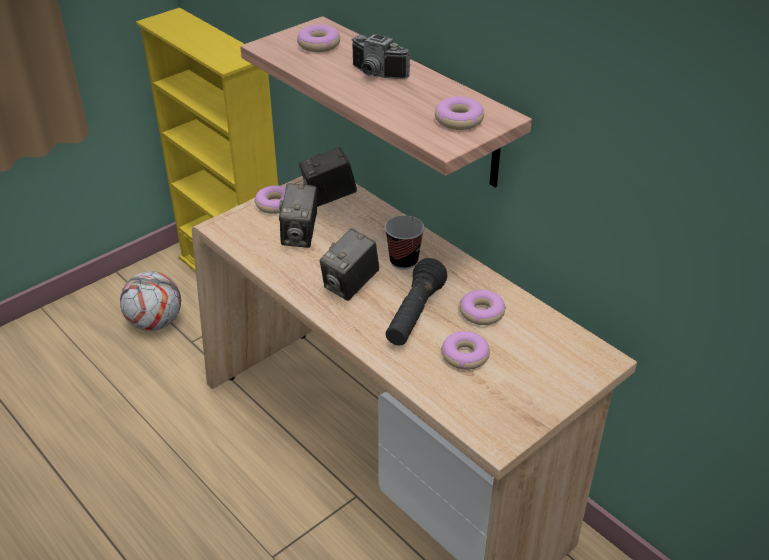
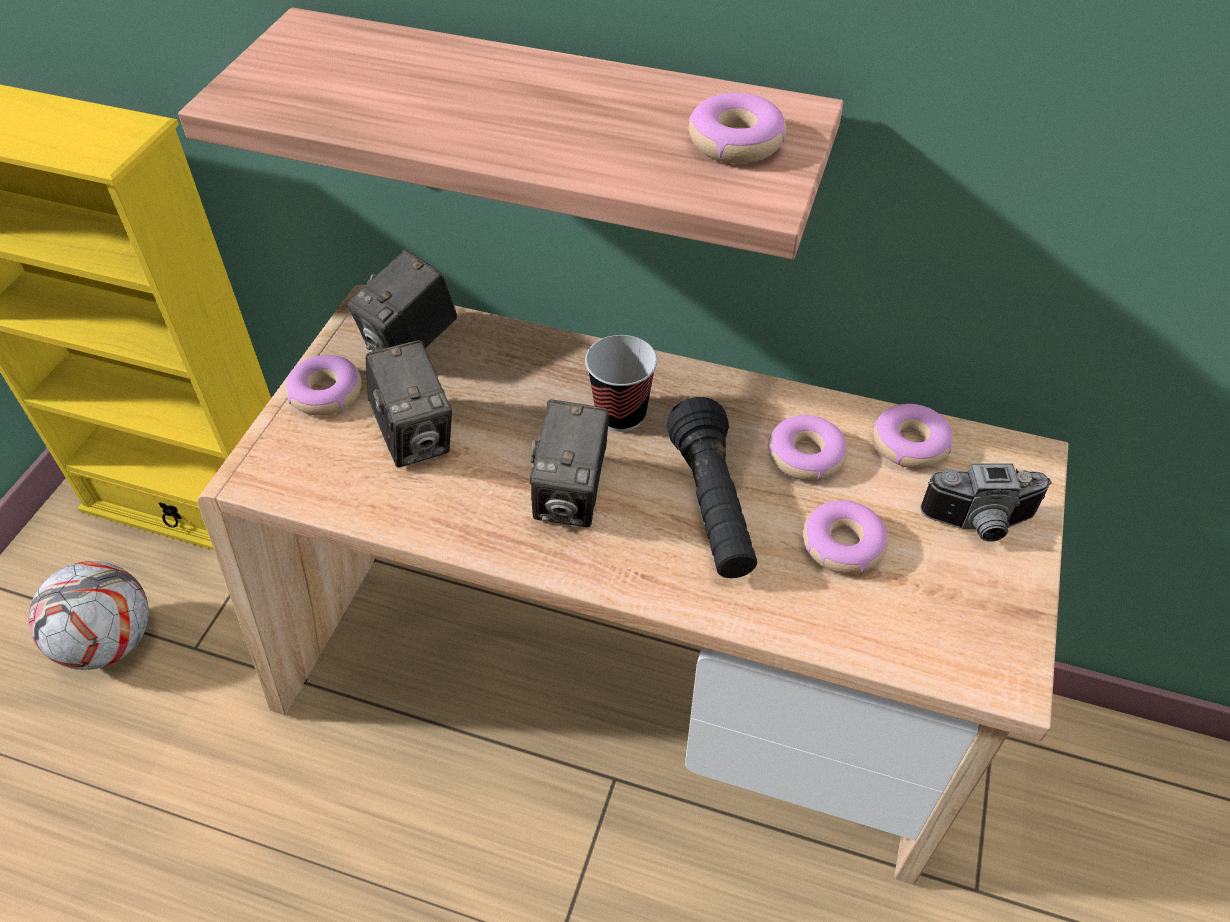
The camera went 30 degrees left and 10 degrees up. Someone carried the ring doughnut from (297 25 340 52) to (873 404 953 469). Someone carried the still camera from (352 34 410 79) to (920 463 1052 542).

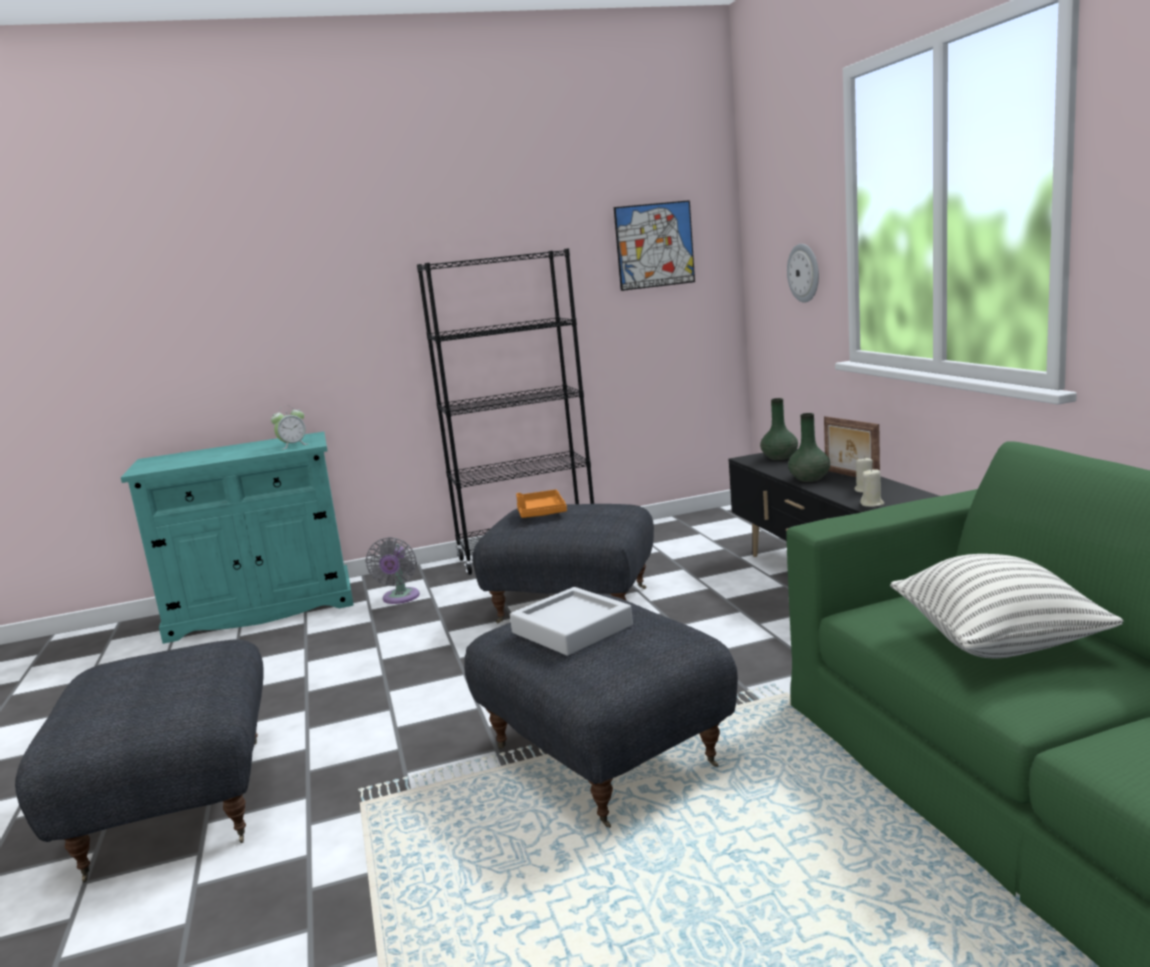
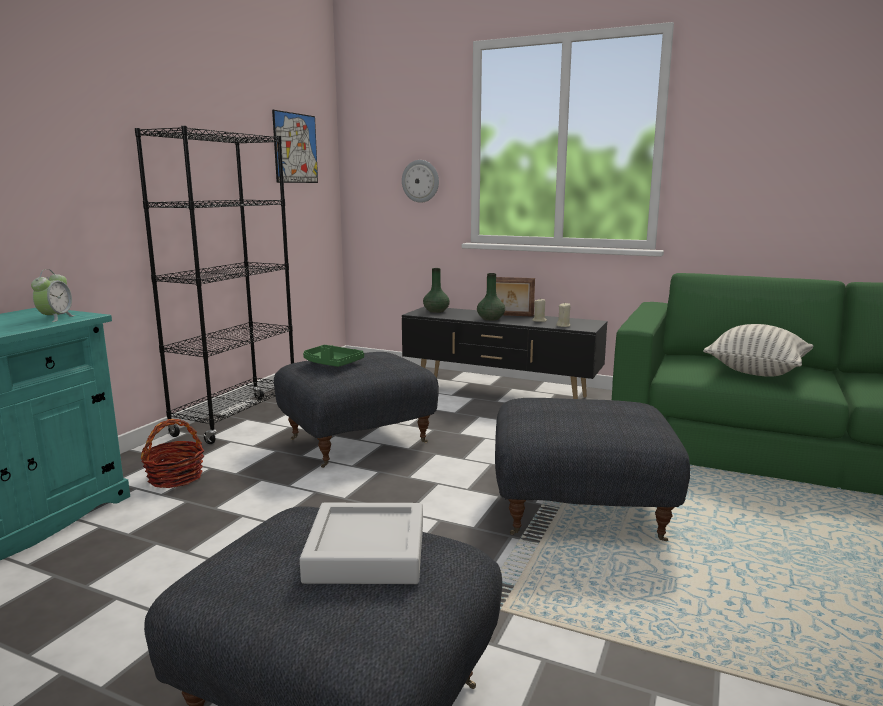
The camera went 50 degrees left and 0 degrees up. Someone swapped the electric fan in gray at (366 537 420 604) for the storage basket at (141 419 204 488). Someone carried the serving tray in gray from (510 587 633 656) to (300 503 423 584). Someone repainted the serving tray in orange at (516 490 567 518), which became the serving tray in green-coloured at (303 345 364 367).

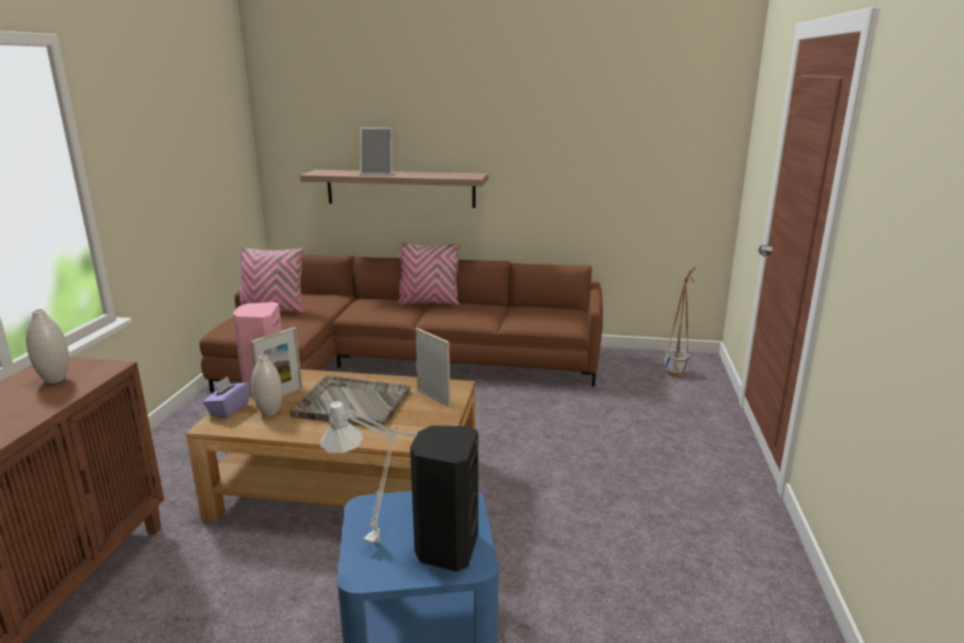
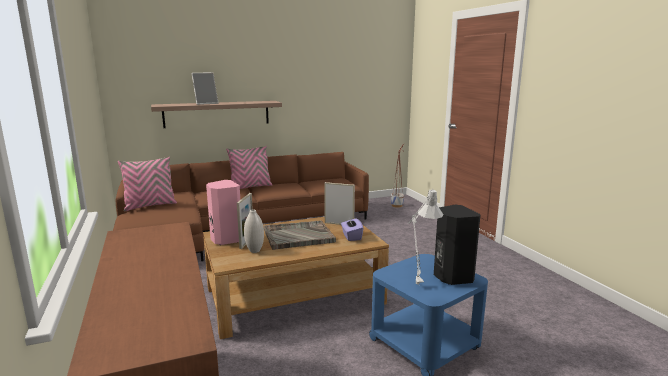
The camera went 30 degrees left and 5 degrees down. Someone took away the flower vase in whitish at (26 309 69 383). Someone carried the box of tissues in purplish from (203 376 250 418) to (341 218 364 241).

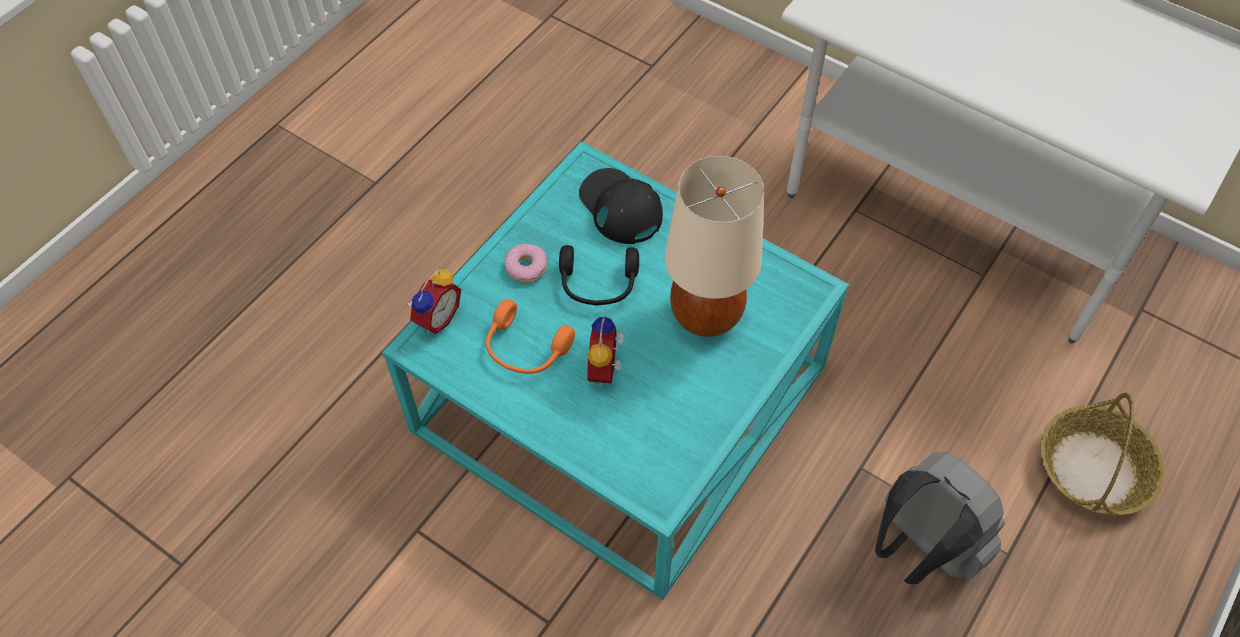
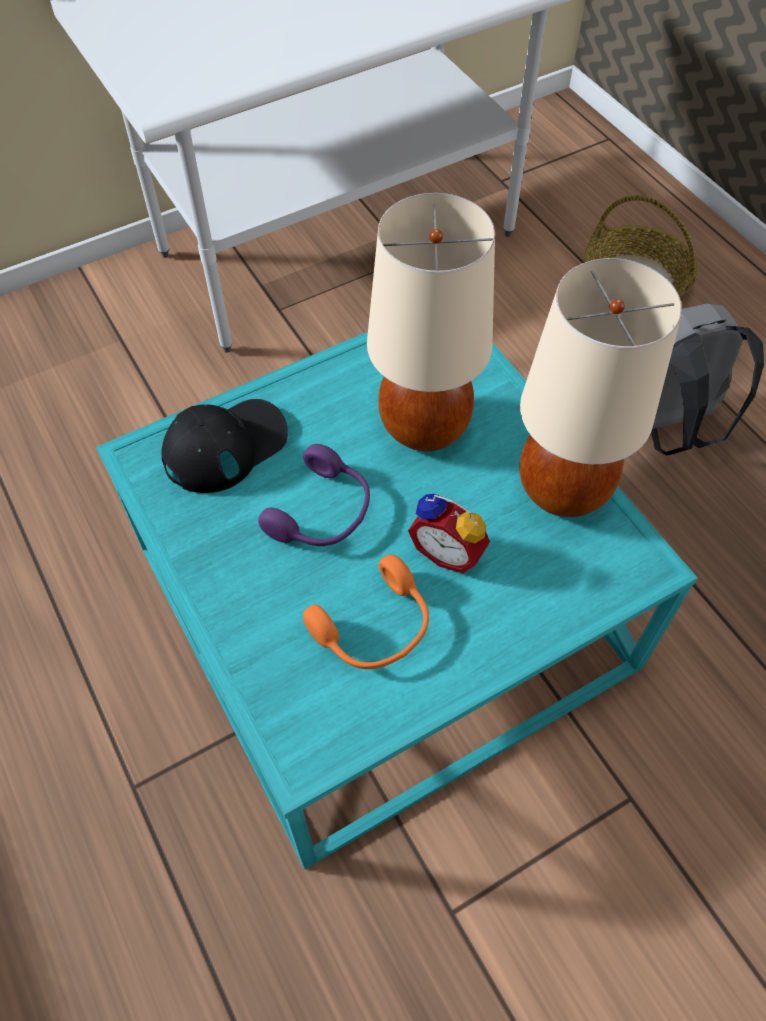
The camera went 65 degrees left and 0 degrees up. Someone took away the alarm clock at (407 269 461 334). Someone took away the ring doughnut at (504 244 547 283). Someone repainted the pair of headphones in blackish at (559 245 639 306), which became the pair of headphones in purplish at (258 444 370 546). Someone rotated the peaked cap in blackish at (579 168 663 244) by 150 degrees clockwise. Someone put down the table lamp in sand-coloured at (520 258 682 517).

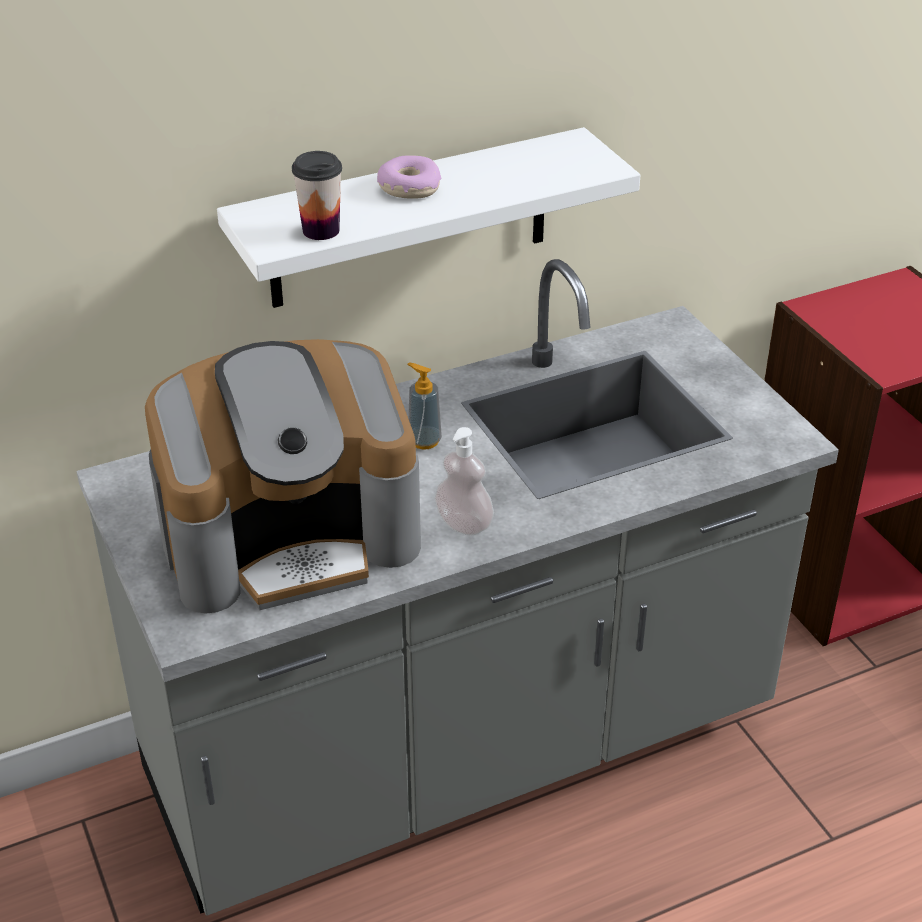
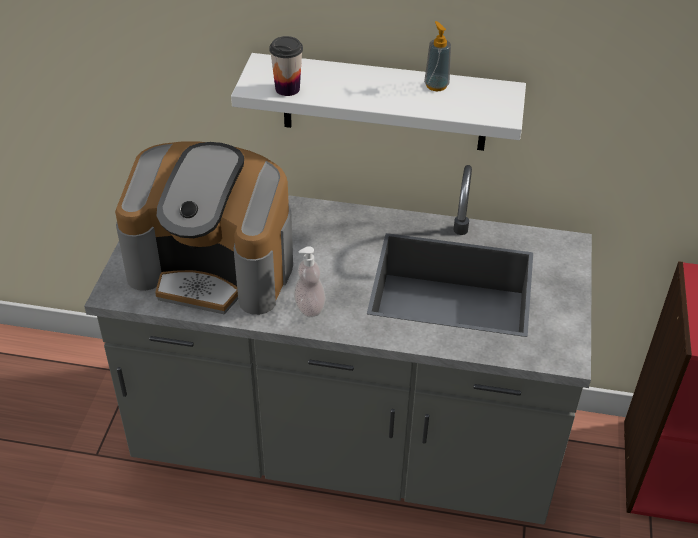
The camera went 35 degrees right and 5 degrees up. Someone took away the ring doughnut at (377 155 441 199). Someone carried the soap bottle from (408 363 442 449) to (424 21 451 91).

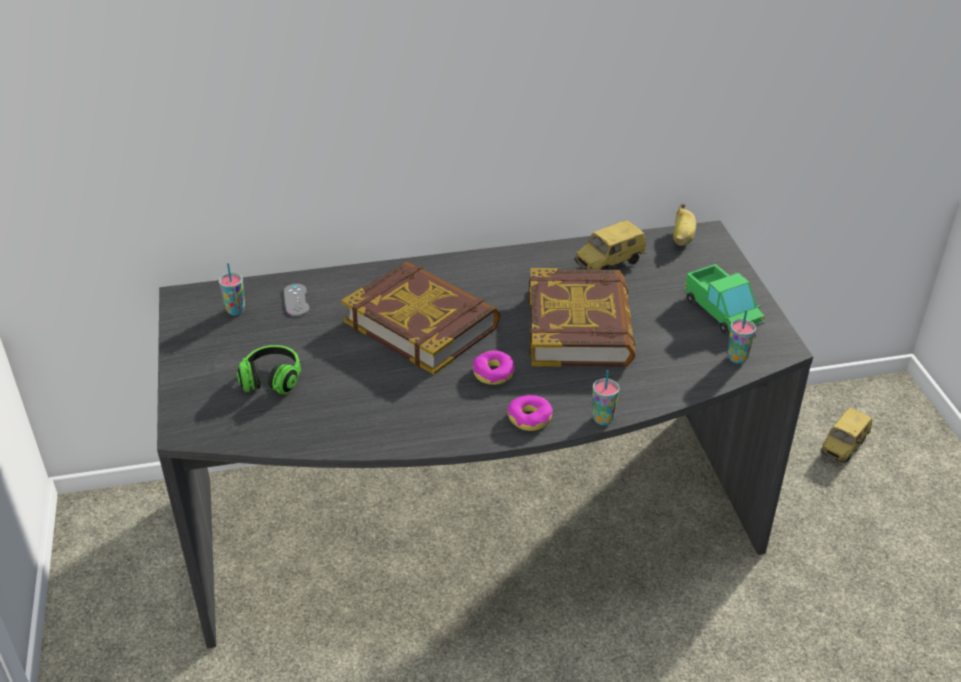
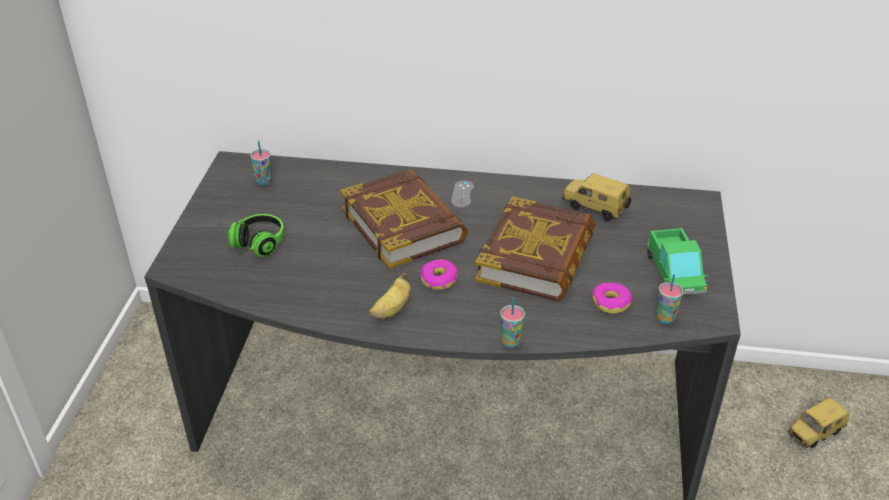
The camera went 20 degrees right and 0 degrees up. Someone carried the game controller in gray from (284 284 309 316) to (451 180 474 208). Someone carried the ring doughnut from (508 395 553 431) to (592 283 632 314). Someone rotated the toy car at (574 220 646 270) by 45 degrees clockwise. Someone carried the banana from (673 204 696 246) to (369 273 411 319).

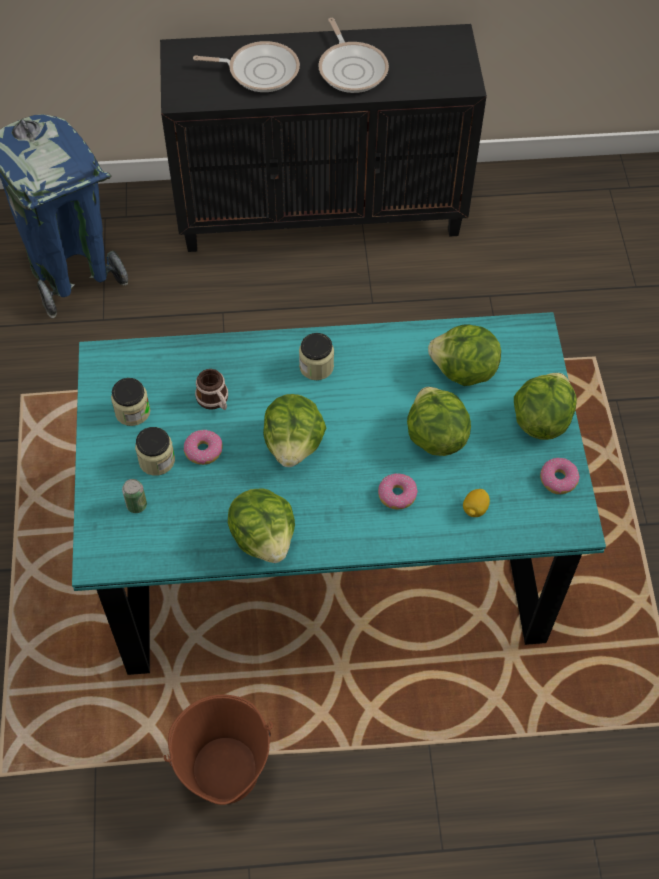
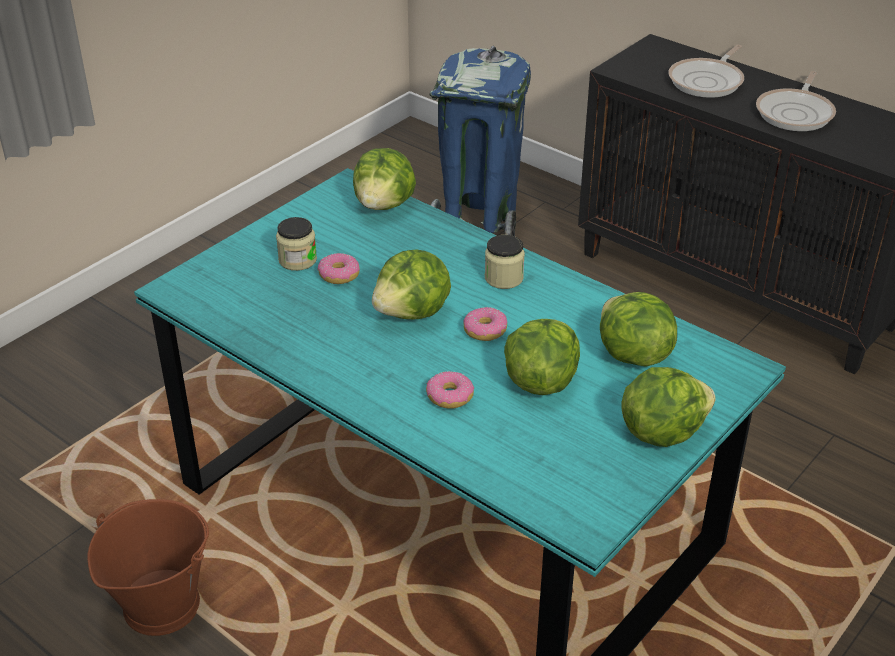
The camera went 45 degrees right and 20 degrees down. Someone took away the jar at (111 378 150 426). Someone took away the can at (122 479 147 513). Someone rotated the pan at (193 41 300 92) by 75 degrees clockwise. Someone took away the coffee mug at (195 369 228 410). Someone carried the head of lettuce from (228 489 295 563) to (353 148 416 210). Someone took away the whole lemon at (463 489 490 517). Someone carried the ring doughnut from (540 458 580 494) to (463 307 507 341).

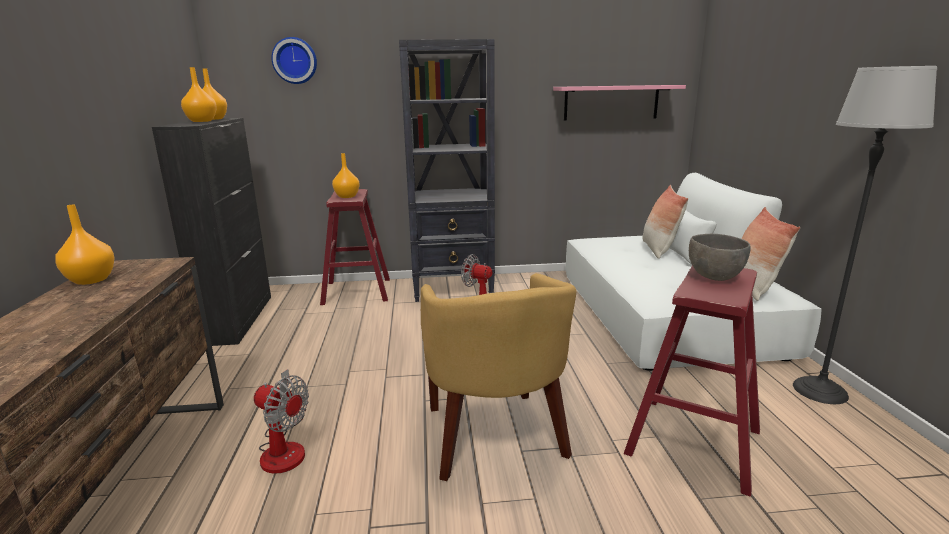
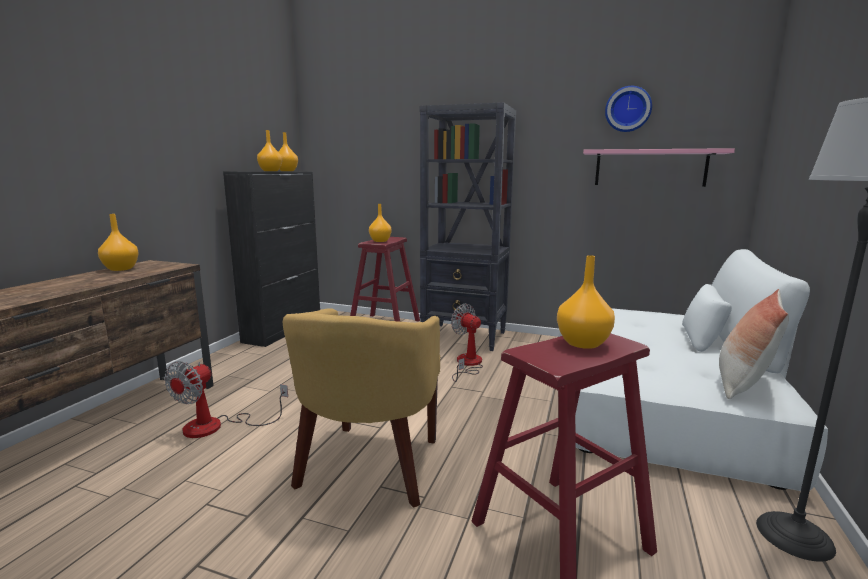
The camera went 25 degrees right and 5 degrees down. Someone rotated the electric fan at (254 369 309 474) by 60 degrees clockwise. Someone carried the wall clock from (272 37 317 84) to (605 86 652 132). Someone took away the pillow at (643 185 688 259). Someone swapped the bowl in gray at (689 234 751 281) for the flower vase in orange at (557 255 615 349).

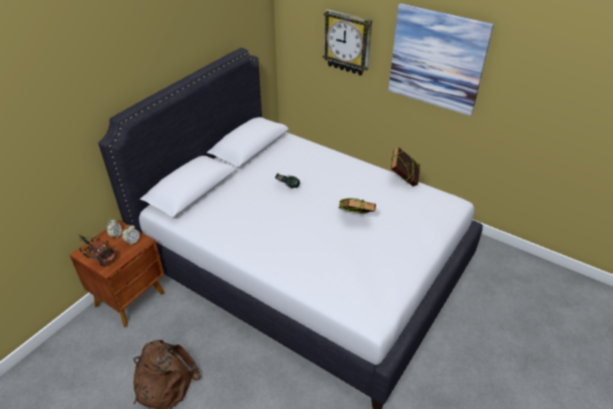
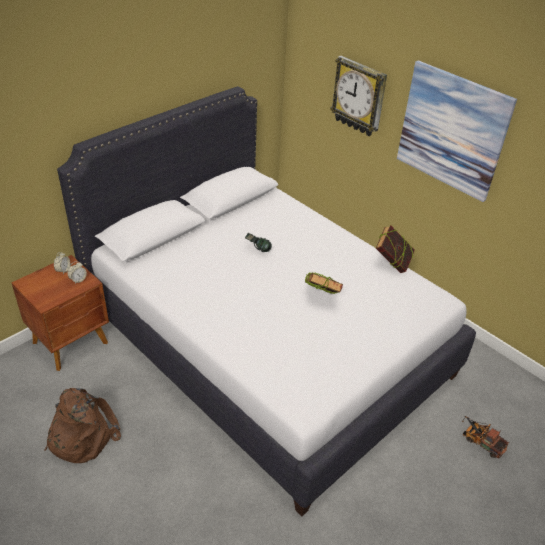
The camera went 10 degrees right and 0 degrees up. Someone carried the toy truck from (79 235 118 267) to (462 416 509 459).

